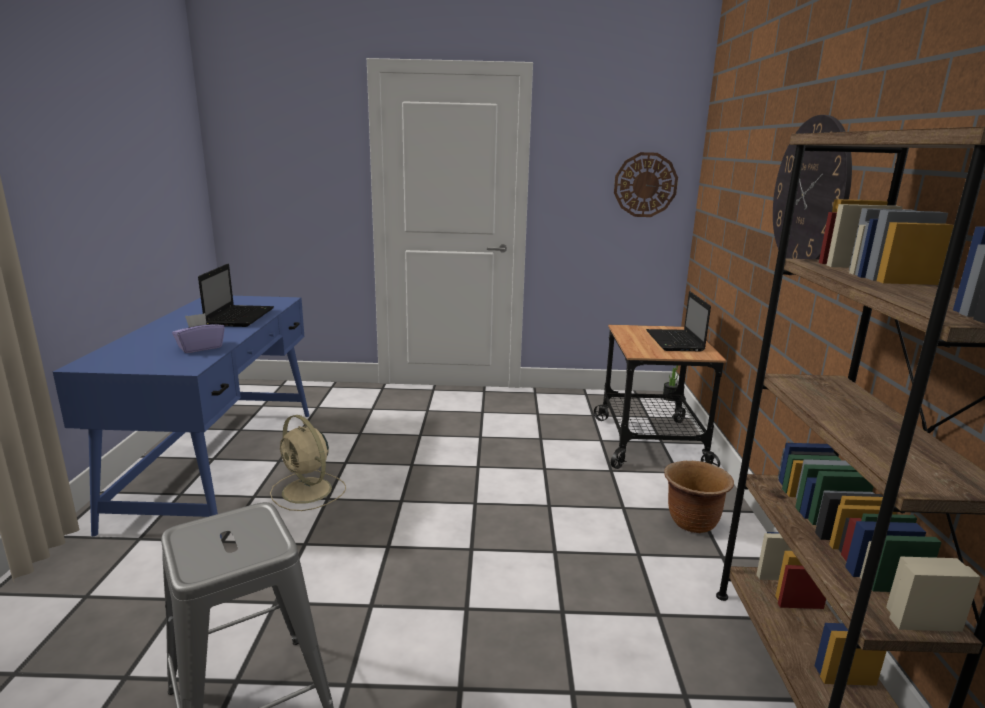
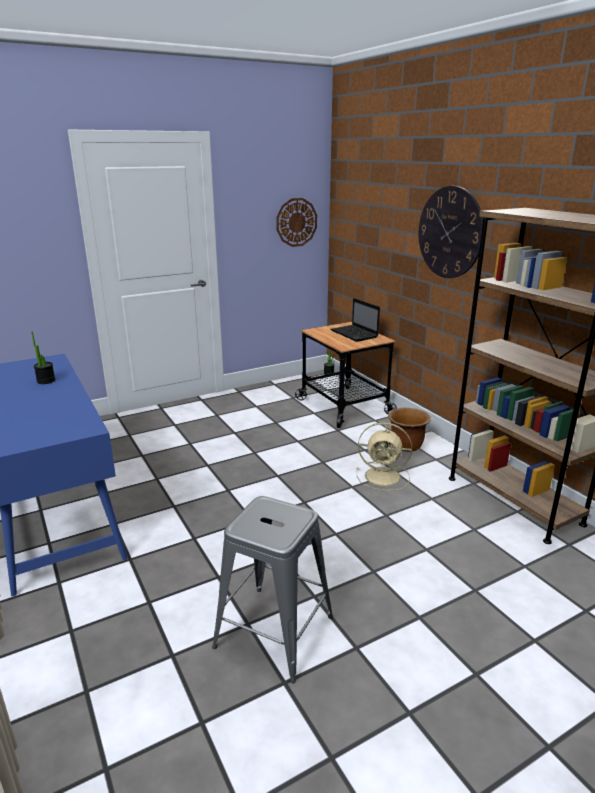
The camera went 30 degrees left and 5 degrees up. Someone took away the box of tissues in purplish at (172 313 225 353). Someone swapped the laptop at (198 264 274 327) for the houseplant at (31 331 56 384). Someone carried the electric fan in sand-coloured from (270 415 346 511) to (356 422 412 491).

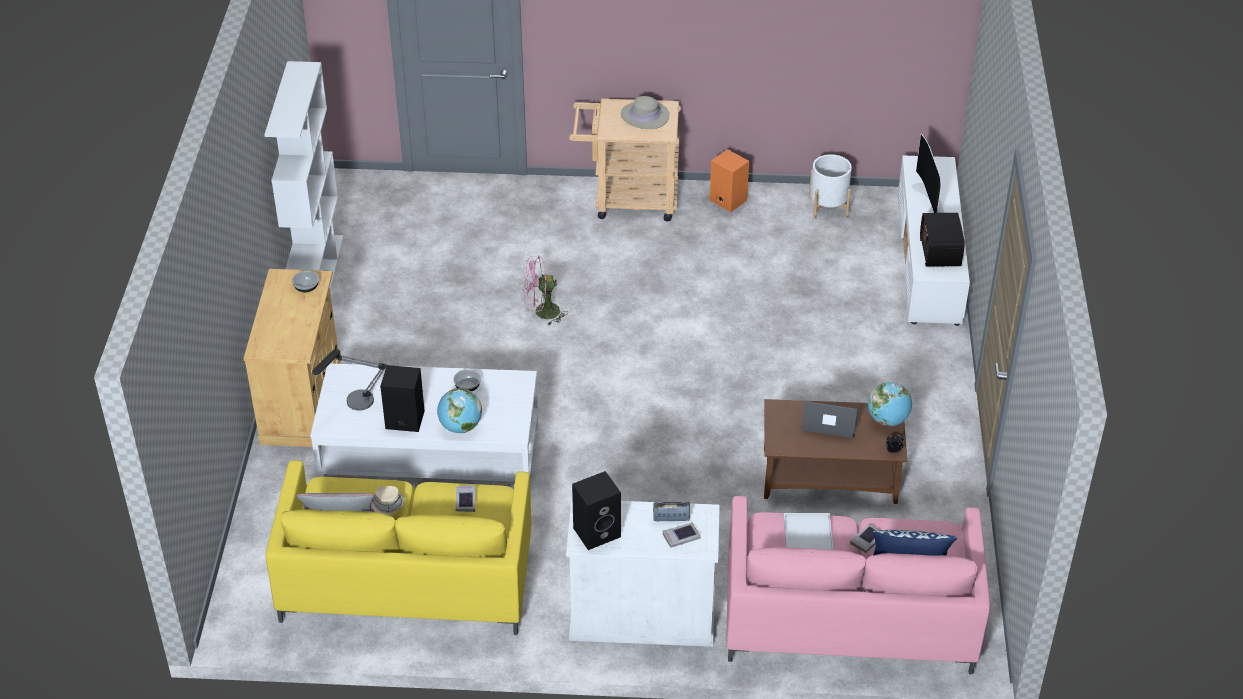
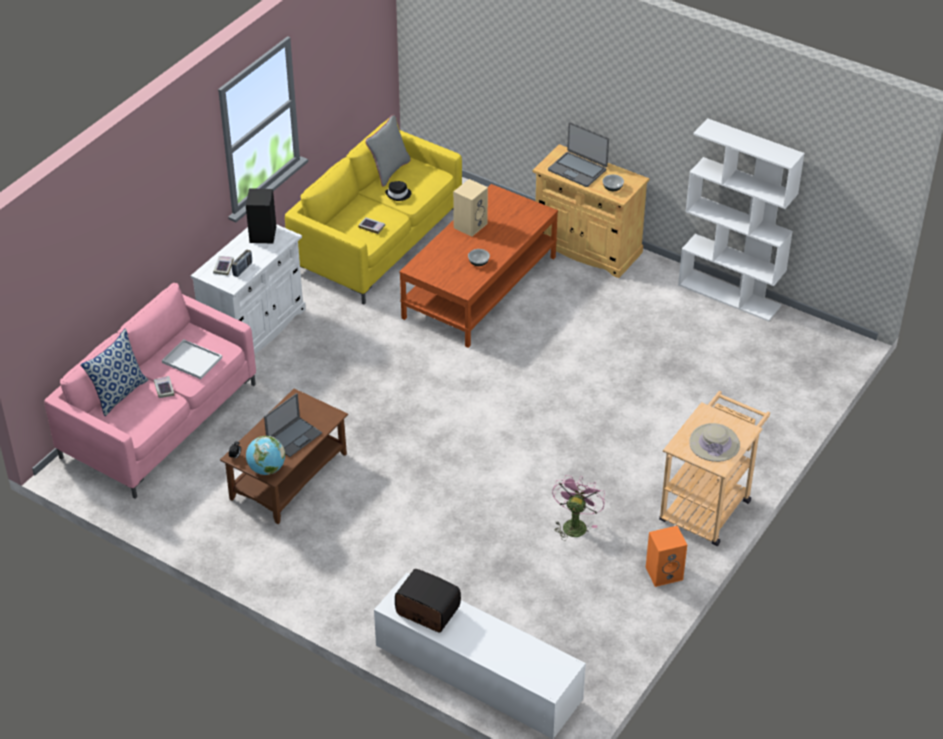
The camera went 120 degrees right and 0 degrees up. Someone repainted the low table in whitish at (310 363 539 482), which became the low table in brownish at (399 184 558 348). Someone took away the table lamp at (312 349 387 411). Someone repainted the clothing hat in sand-coloured at (372 486 405 515), which became the clothing hat in blackish at (385 181 411 201). Someone repainted the speaker in blackish at (380 365 425 432), which became the speaker in sand-coloured at (453 179 488 237). Someone took away the desk globe at (437 388 482 433). Someone carried the electric fan in pink-coloured from (523 256 568 325) to (552 475 605 541). Someone took away the plant pot in whitish at (809 154 852 220). Someone took away the TV at (911 134 944 213). Someone put down the laptop at (548 122 609 187).

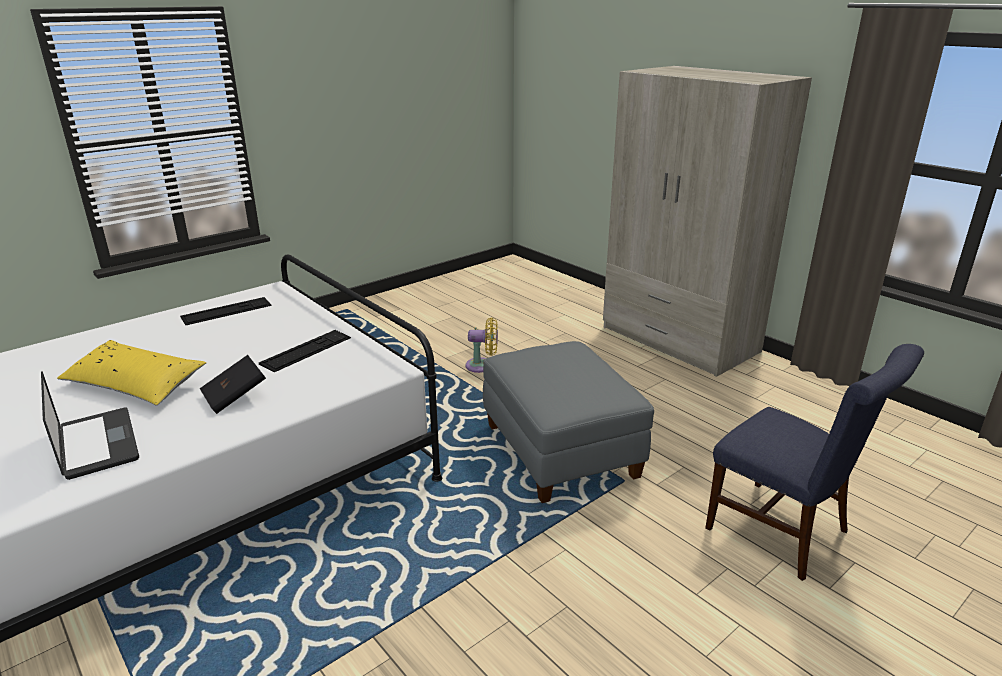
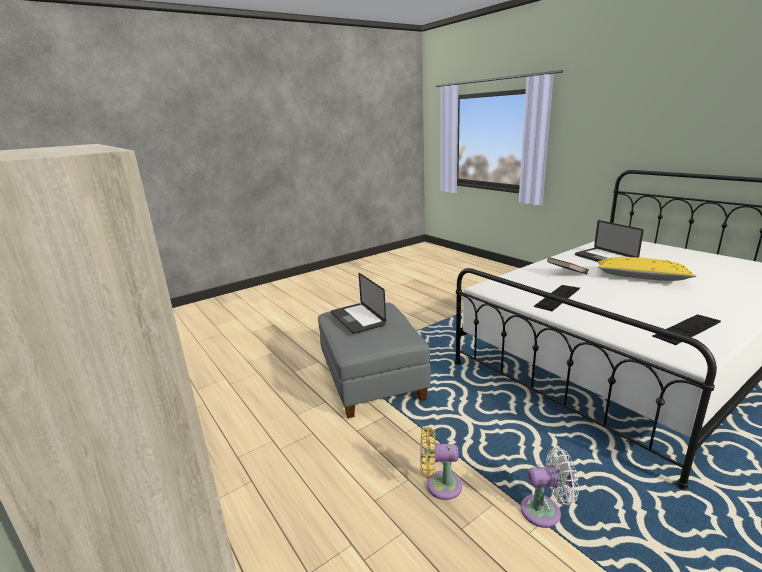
The camera went 175 degrees left and 5 degrees down. Someone took away the upright chair in blue at (705 344 924 581). Someone put down the laptop at (331 273 386 334). Someone put down the electric fan in whitish at (521 448 579 528).

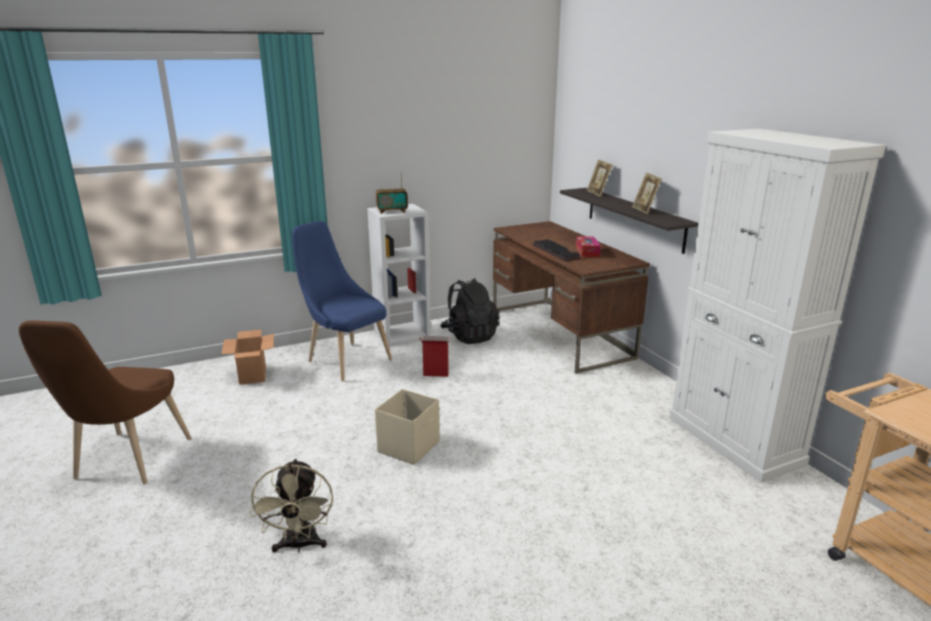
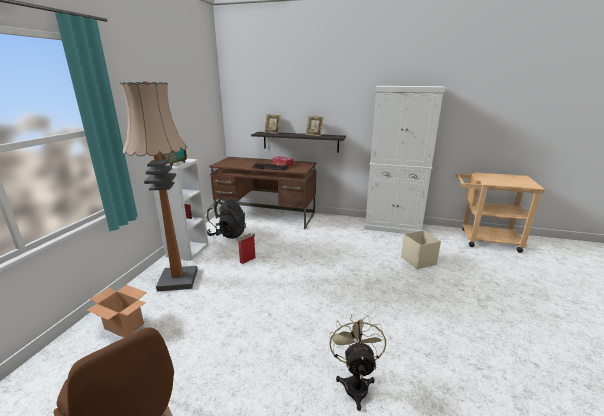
The camera went 50 degrees left and 0 degrees up. Someone rotated the electric fan in sand-coloured at (250 458 333 553) by 120 degrees counterclockwise. Someone swapped the upright chair in blue at (292 221 392 382) for the standing lamp at (120 82 197 292). Someone carried the storage container in sand-coloured from (375 389 440 465) to (401 230 441 269).

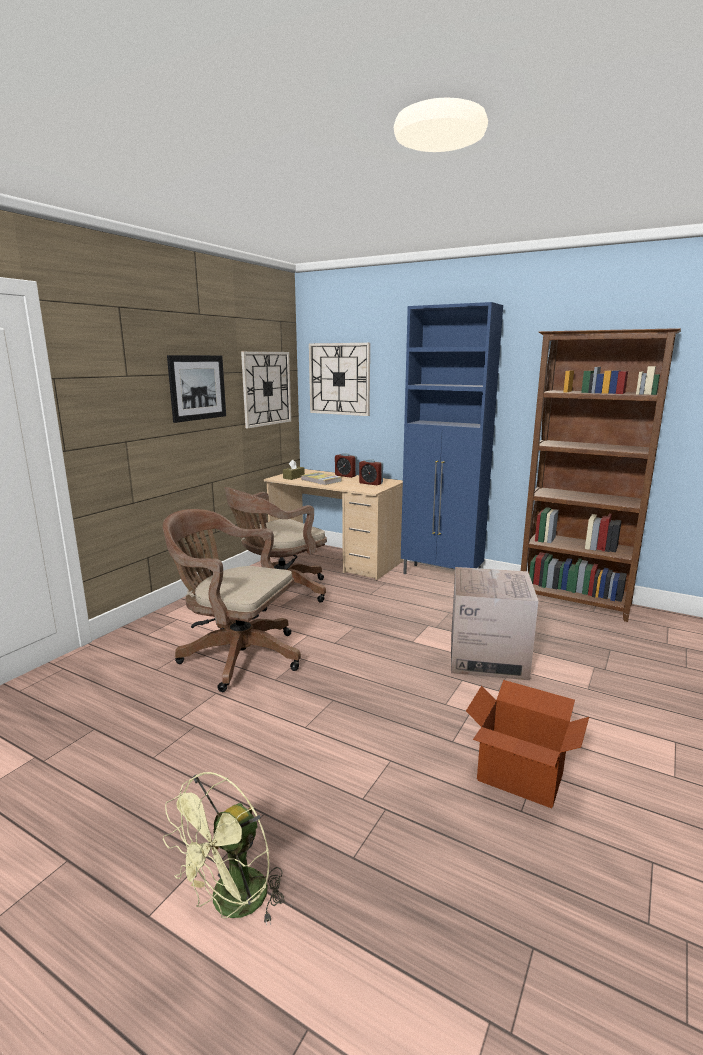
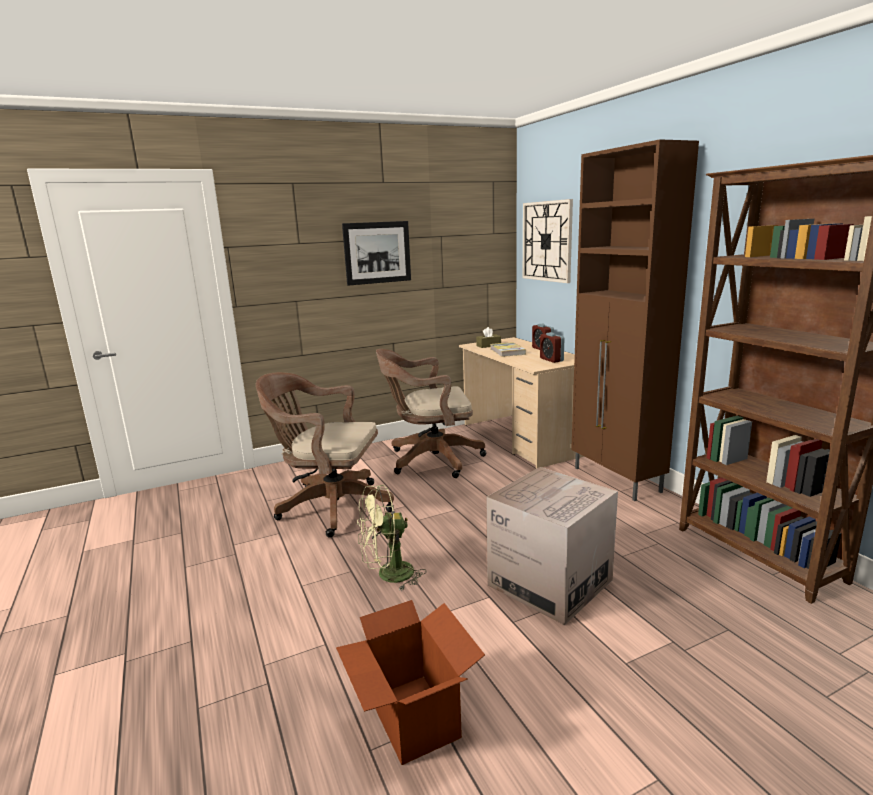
The camera went 35 degrees right and 0 degrees up. Someone rotated the desk chair in brownish at (163 509 301 692) by 45 degrees counterclockwise. Someone carried the electric fan in green-coloured from (163 772 284 926) to (357 485 426 591). Someone took away the wall clock at (241 351 291 428). Someone repainted the cabinet in blue at (401 302 503 574), which became the cabinet in brownish at (571 139 699 501).

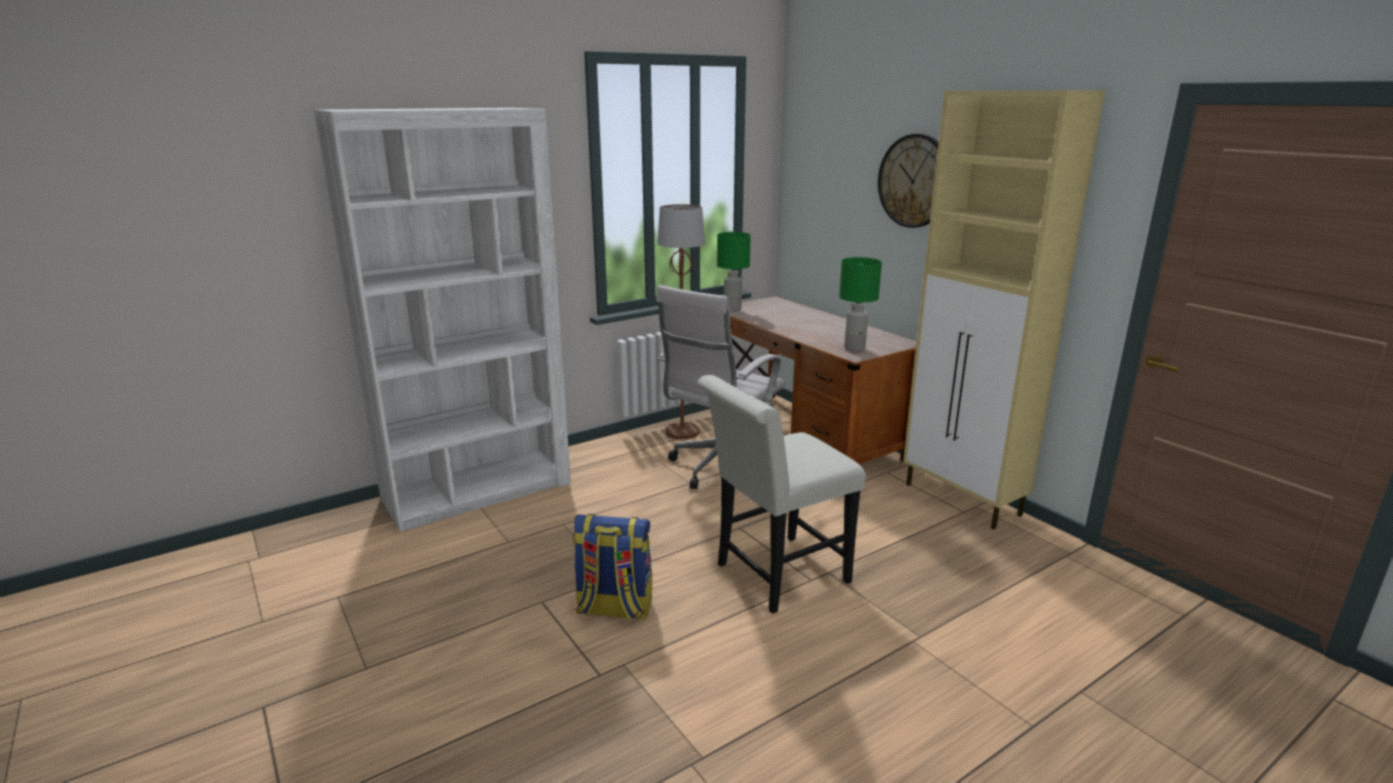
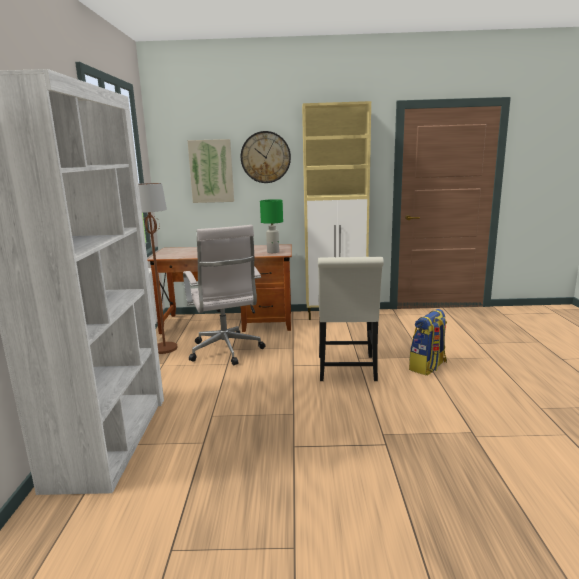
The camera went 55 degrees left and 5 degrees down. Someone carried the backpack from (573 514 652 620) to (409 309 447 375). Someone took away the table lamp in green-coloured at (717 232 751 312). Someone put up the wall art at (187 139 234 203).

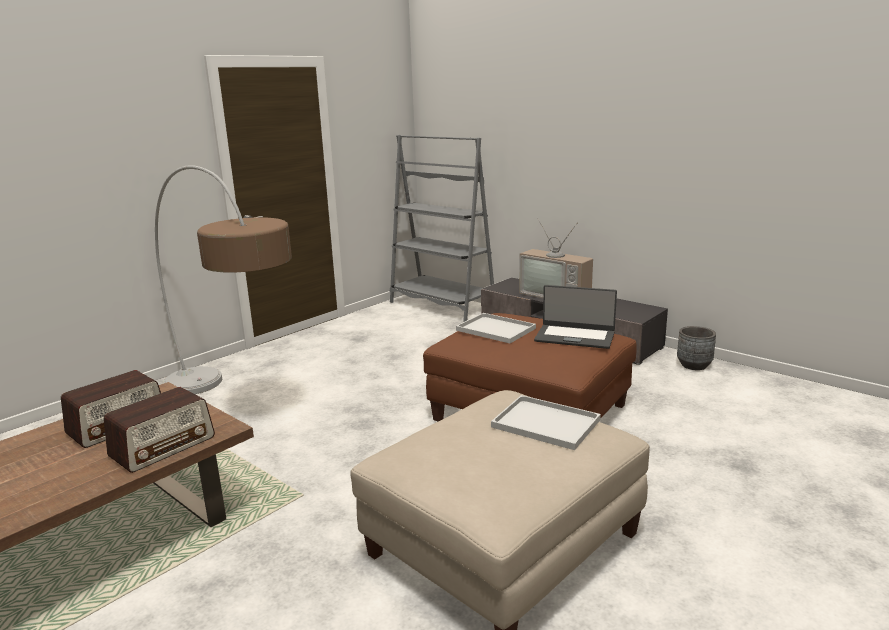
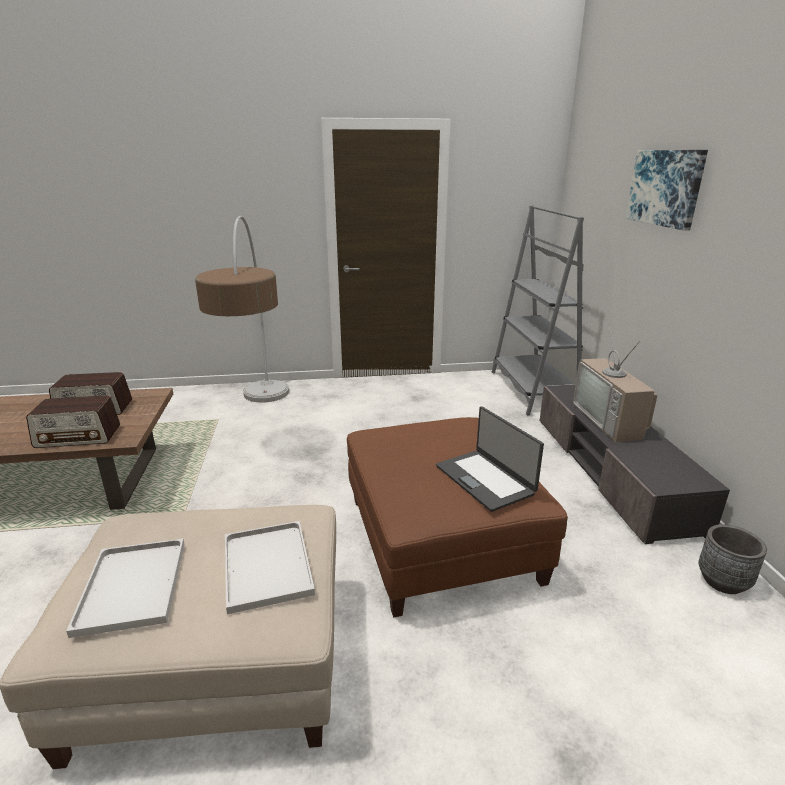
The camera went 40 degrees right and 5 degrees up. Someone carried the serving tray in whitish from (456 313 536 343) to (66 539 185 638). Someone put up the wall art at (626 150 708 231).

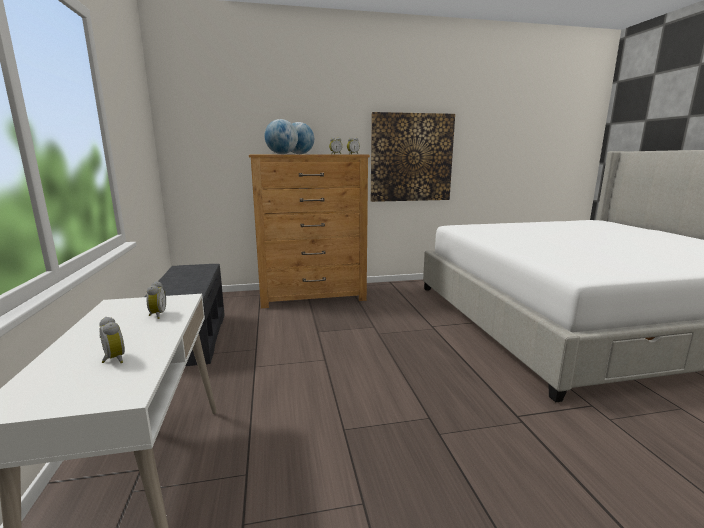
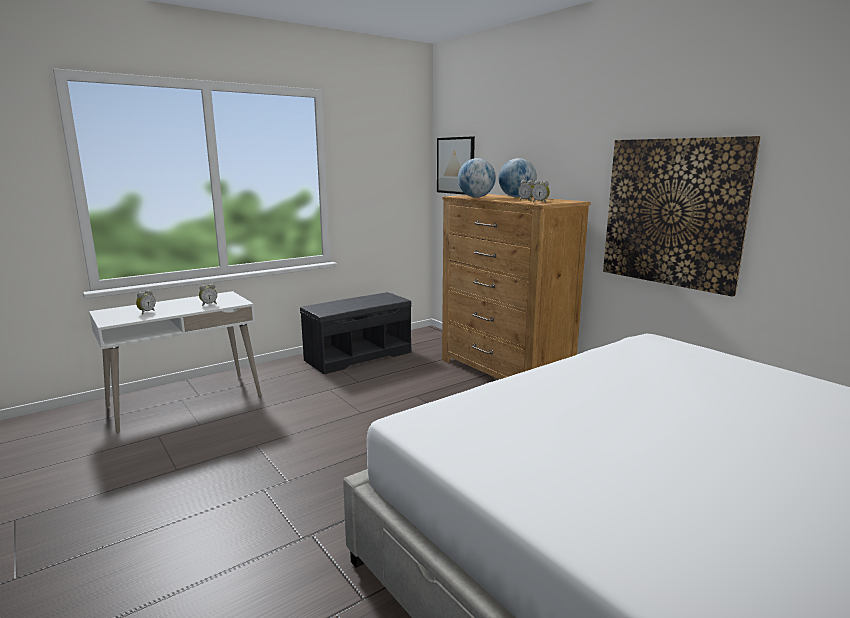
The camera went 65 degrees right and 0 degrees up. Someone put up the wall art at (437 136 475 195).

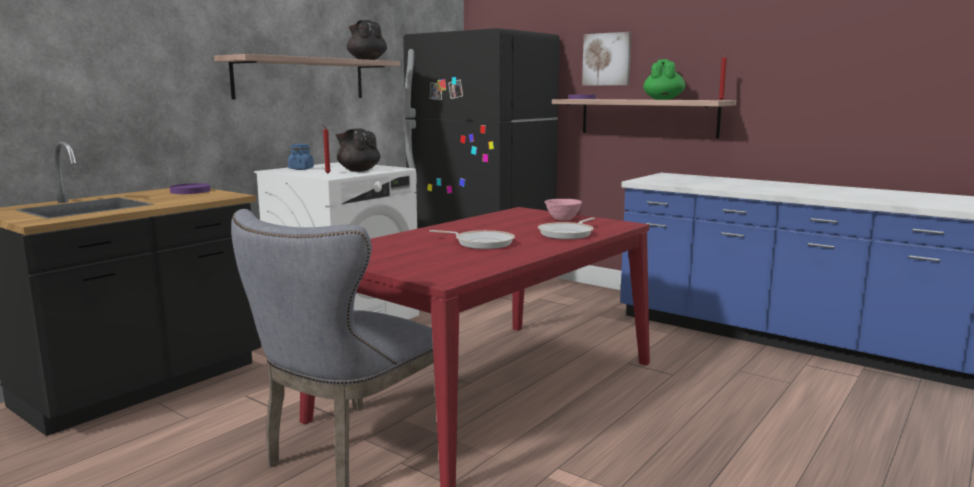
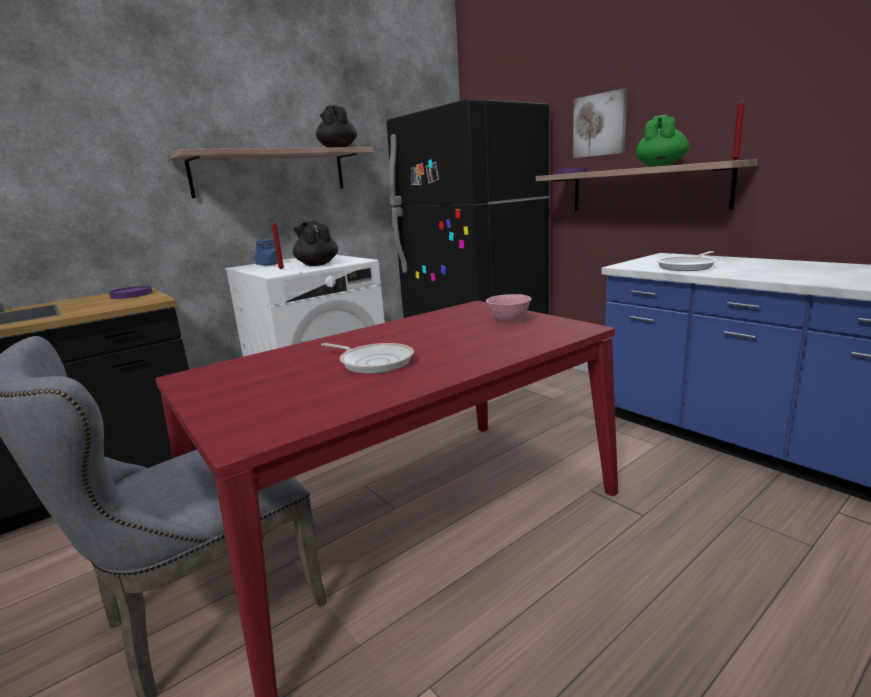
The camera went 15 degrees right and 5 degrees up. Someone carried the pan from (538 217 596 239) to (656 251 717 271).

